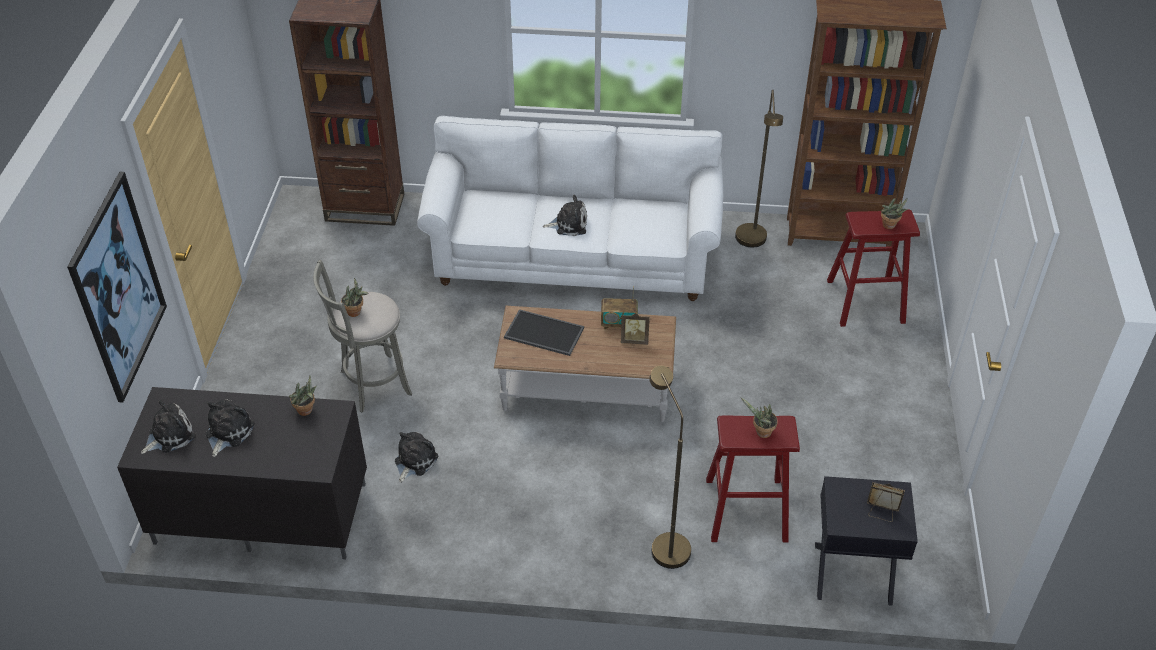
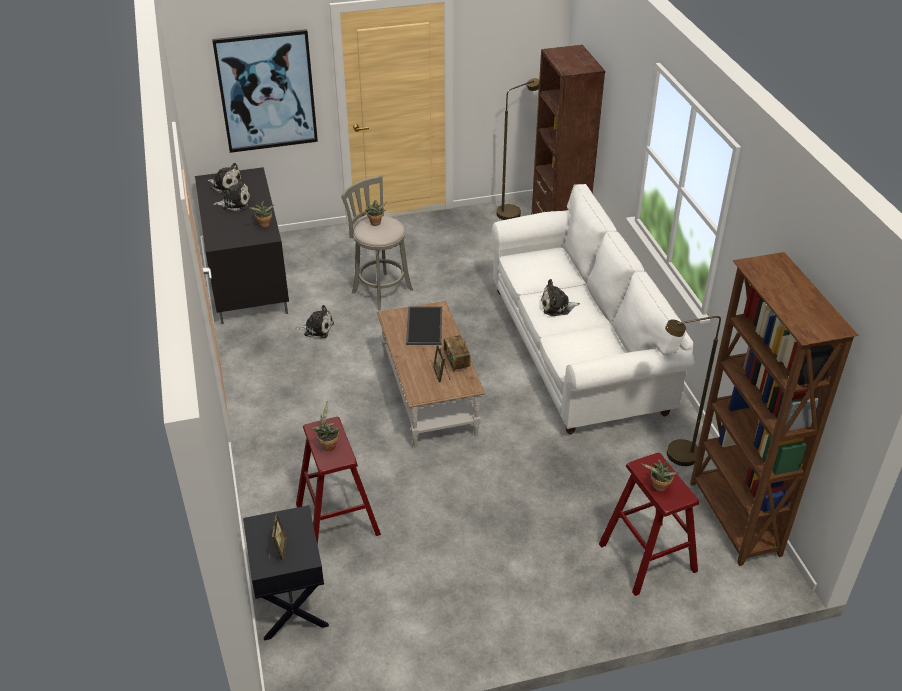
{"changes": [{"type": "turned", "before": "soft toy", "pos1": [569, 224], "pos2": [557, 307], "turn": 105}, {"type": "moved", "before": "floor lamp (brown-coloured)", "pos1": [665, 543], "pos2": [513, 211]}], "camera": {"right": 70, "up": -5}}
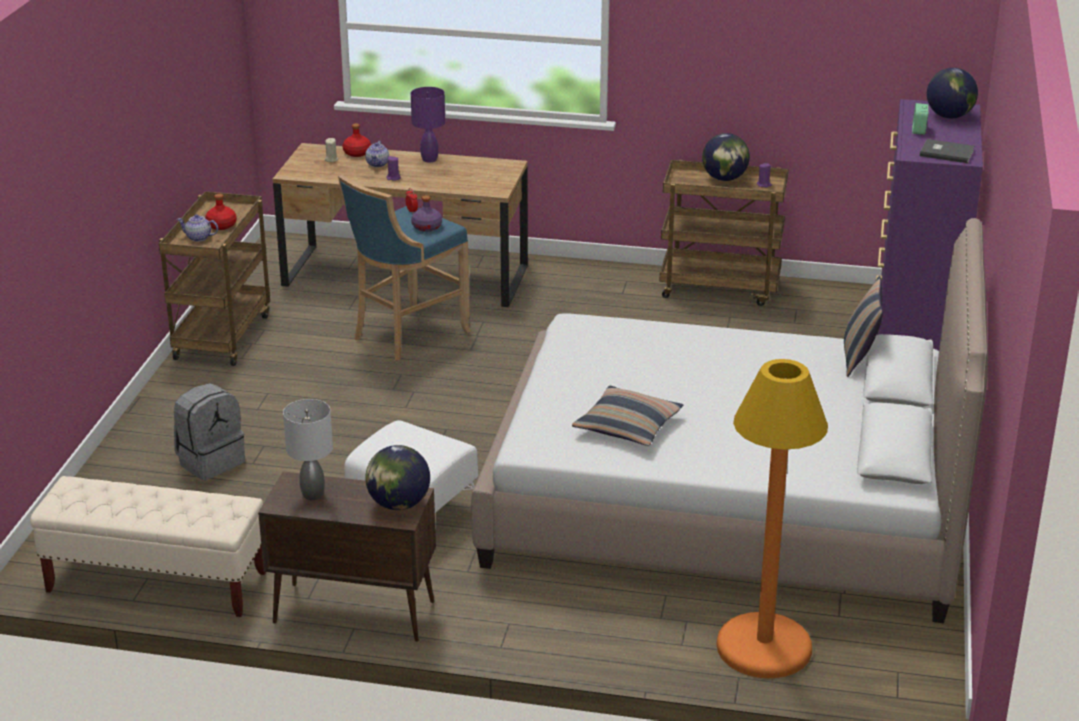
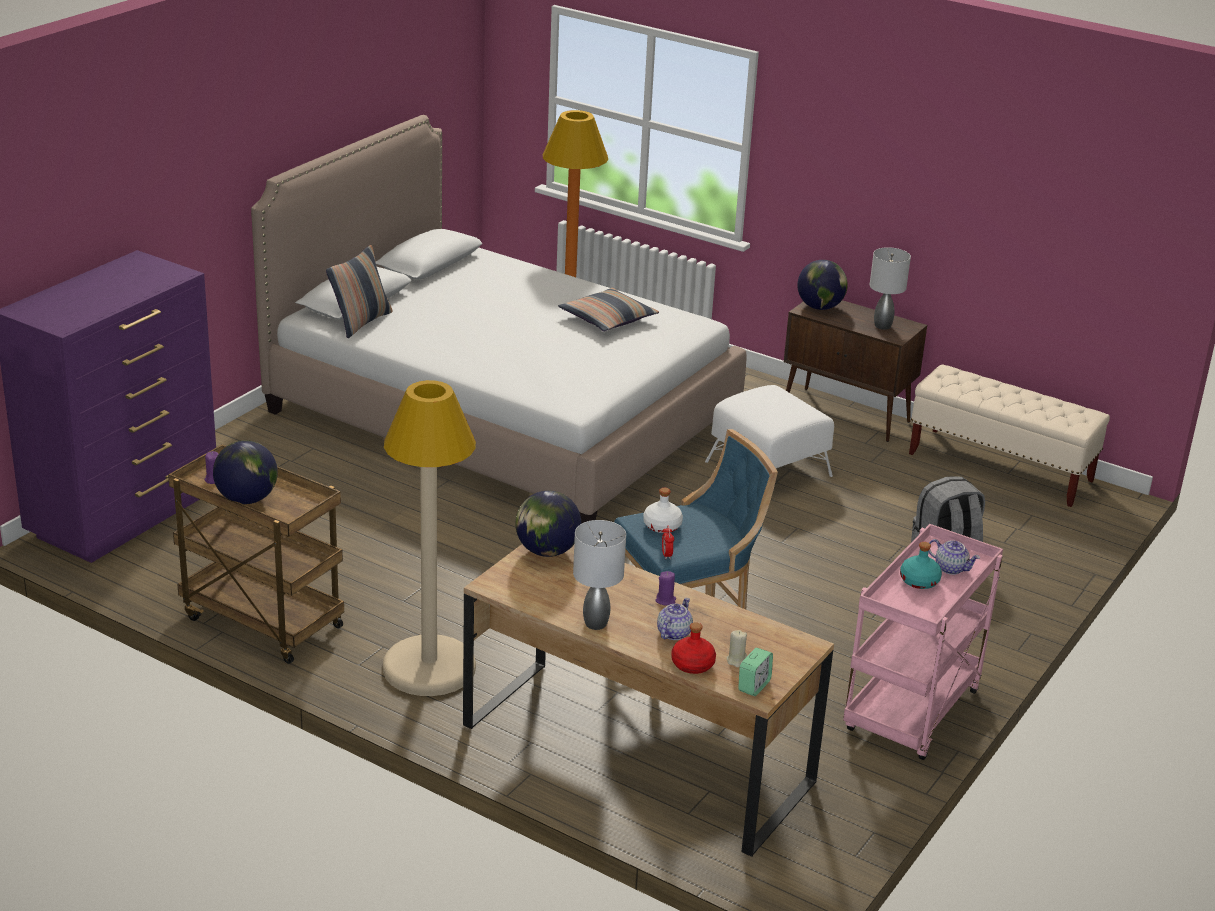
{"changes": [{"type": "moved", "before": "world globe", "pos1": [949, 116], "pos2": [547, 551]}, {"type": "recoloured", "before": "tabletop lamp (purple)", "after": "tabletop lamp (gray)", "pos1": [430, 159], "pos2": [595, 623]}, {"type": "moved", "before": "table clock", "pos1": [919, 130], "pos2": [754, 686]}, {"type": "removed", "before": "volume (gray)", "pos1": [946, 152]}, {"type": "recoloured", "before": "trolley (brown-coloured)", "after": "trolley (pink-coloured)", "pos1": [222, 335], "pos2": [912, 714]}, {"type": "recoloured", "before": "drink bottle (red-coloured)", "after": "drink bottle (turquoise-coloured)", "pos1": [221, 225], "pos2": [919, 581]}, {"type": "recoloured", "before": "drink bottle (purple)", "after": "drink bottle (whitish)", "pos1": [427, 227], "pos2": [662, 526]}, {"type": "added", "after": "floor lamp (beige)", "pos2": [429, 667]}], "camera": {"right": -160, "up": 0}}
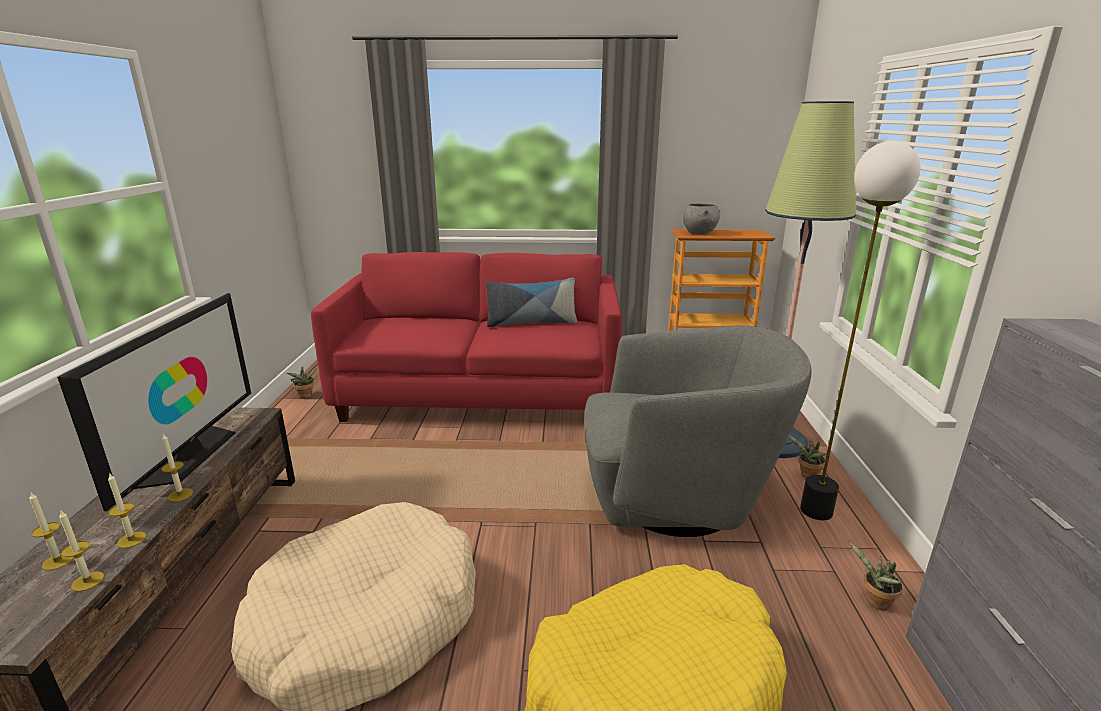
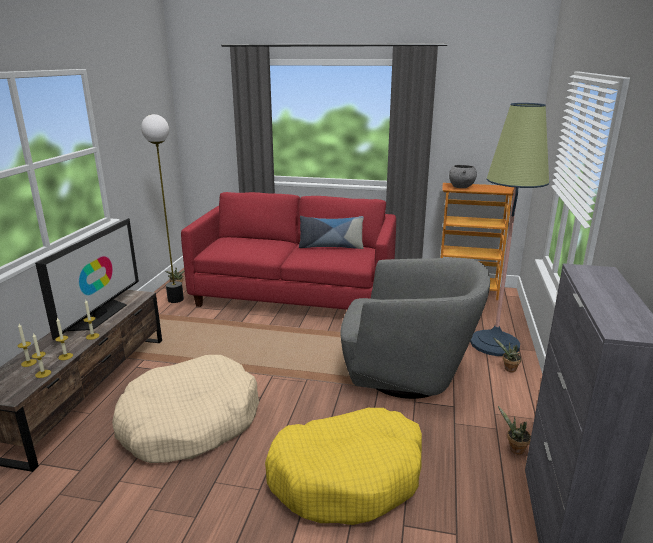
{"changes": [{"type": "moved", "before": "floor lamp", "pos1": [817, 511], "pos2": [175, 299]}], "camera": {"right": 10, "up": 0}}
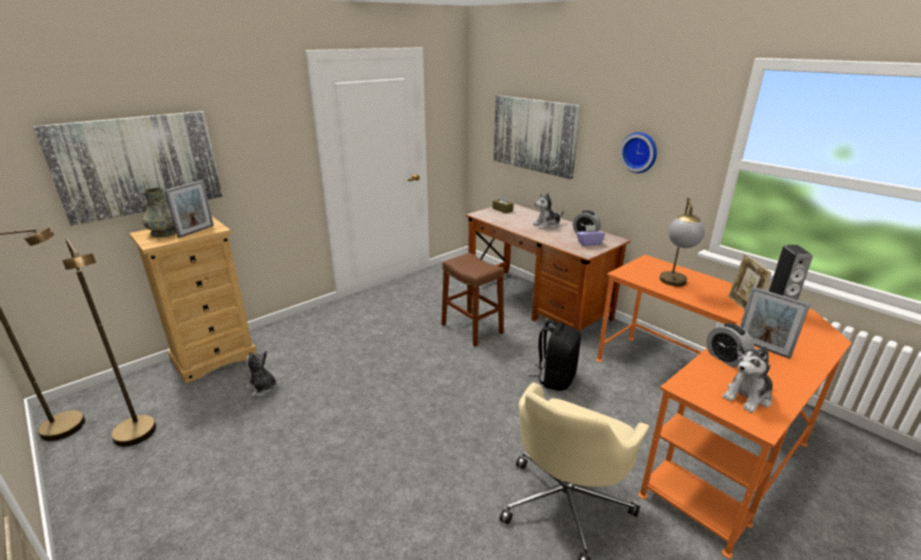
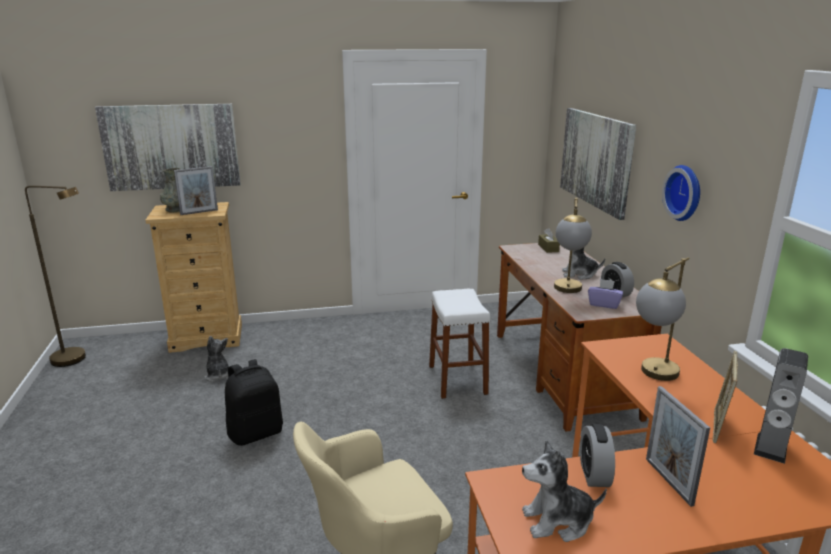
{"changes": [{"type": "removed", "before": "floor lamp (brown-coloured)", "pos1": [139, 437]}, {"type": "recoloured", "before": "sitting stool (brown-coloured)", "after": "sitting stool (whitish)", "pos1": [472, 328], "pos2": [457, 379]}, {"type": "moved", "before": "knapsack (blackish)", "pos1": [555, 378], "pos2": [256, 433]}, {"type": "added", "after": "tabletop lamp", "pos2": [568, 291]}], "camera": {"right": 30, "up": -5}}
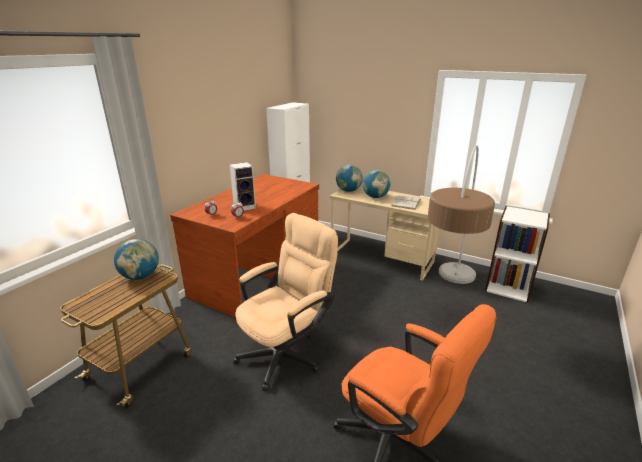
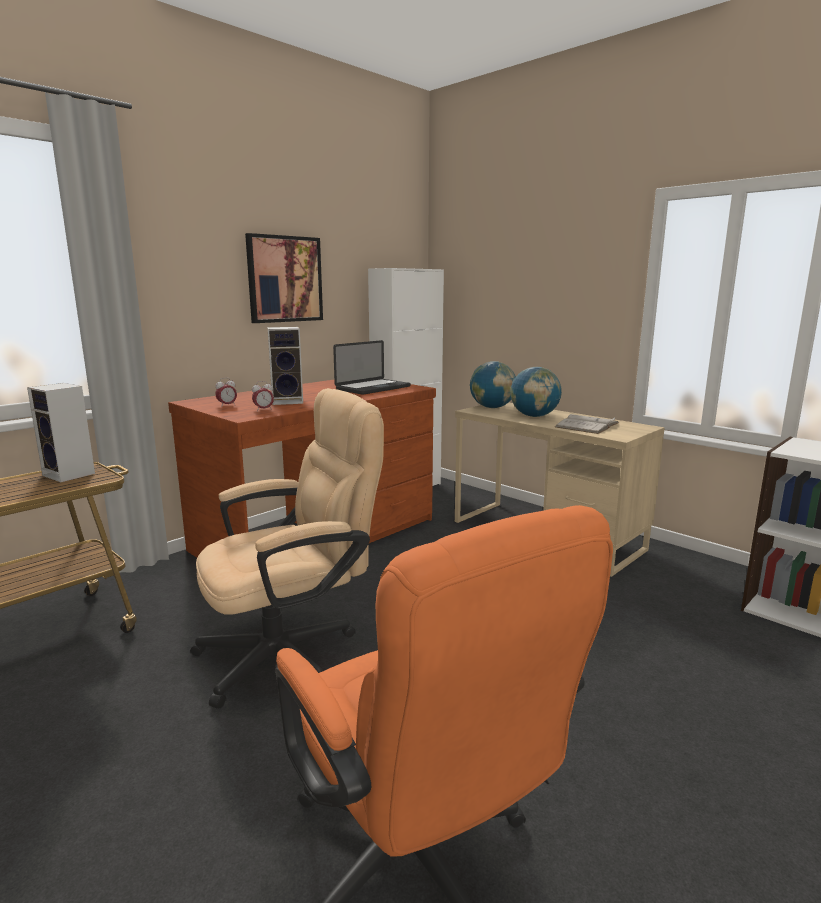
{"changes": [{"type": "removed", "before": "floor lamp", "pos1": [448, 300]}, {"type": "replaced", "before": "world globe", "after": "speaker", "pos1": [140, 276], "pos2": [70, 474]}, {"type": "added", "after": "picture", "pos2": [284, 279]}, {"type": "added", "after": "notebook computer", "pos2": [373, 388]}], "camera": {"right": 15, "up": -10}}
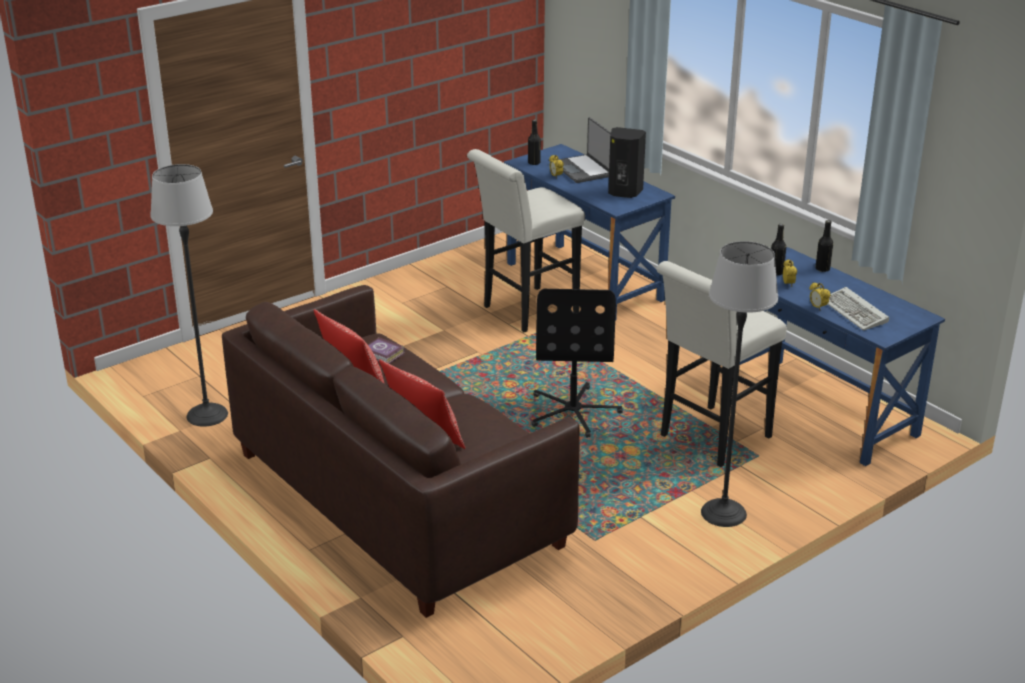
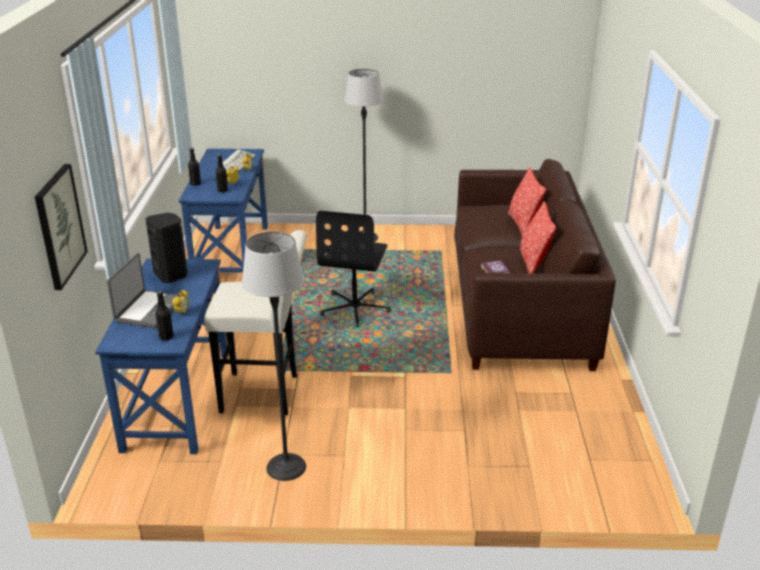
{"changes": [{"type": "moved", "before": "floor lamp", "pos1": [207, 415], "pos2": [286, 467]}, {"type": "removed", "before": "sitting stool (whitish)", "pos1": [710, 439]}, {"type": "turned", "before": "office chair (blackish)", "pos1": [574, 412], "pos2": [355, 308], "turn": 150}, {"type": "added", "after": "picture", "pos2": [59, 226]}], "camera": {"right": -140, "up": 0}}
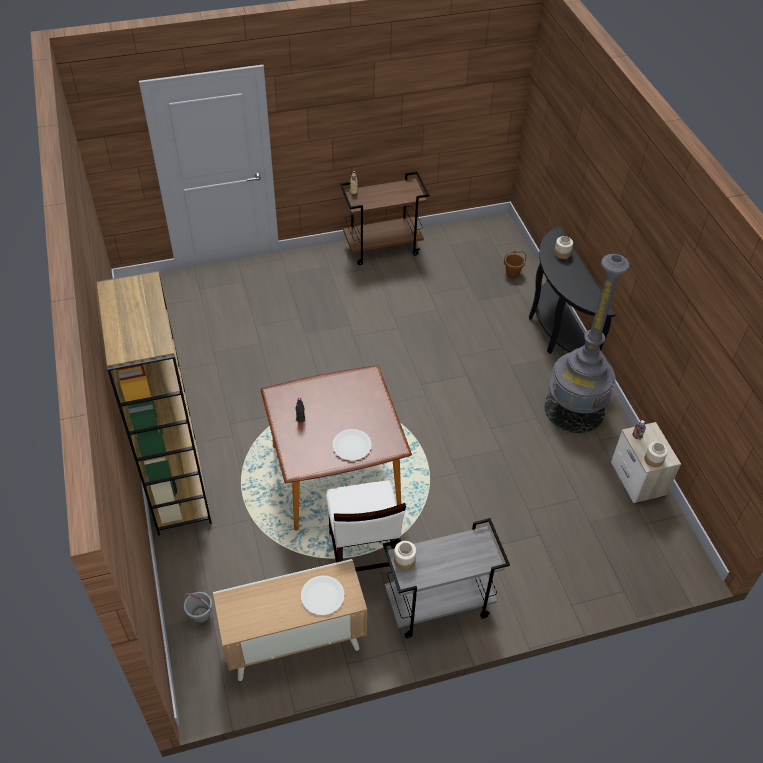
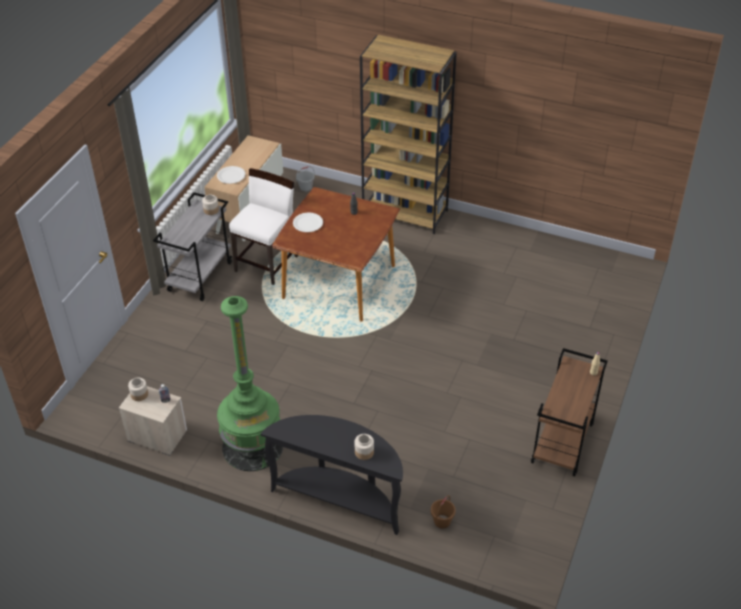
{"changes": [{"type": "recoloured", "before": "floor lamp (gray)", "after": "floor lamp (green-coloured)", "pos1": [574, 409], "pos2": [252, 446]}, {"type": "turned", "before": "plain chair (whitish)", "pos1": [363, 556], "pos2": [267, 263], "turn": 90}], "camera": {"right": 130, "up": -5}}
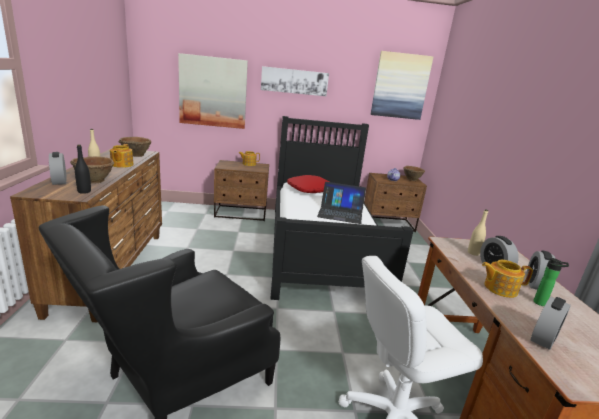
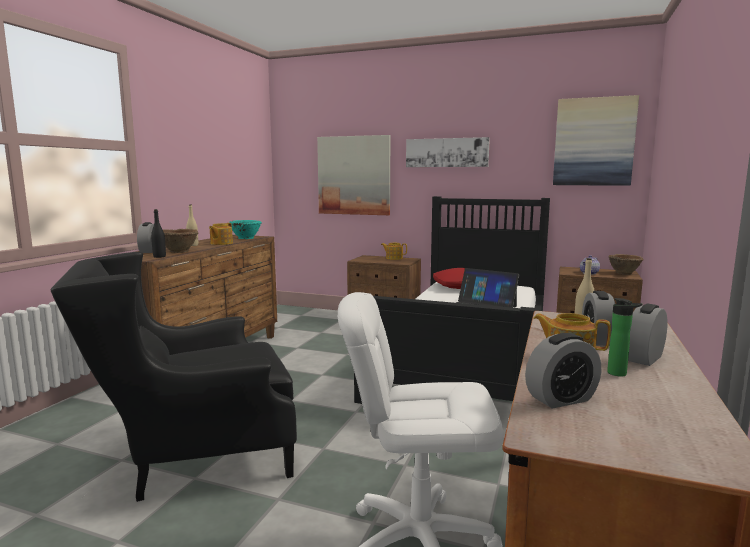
{"changes": [{"type": "recoloured", "before": "bowl (brown-coloured)", "after": "bowl (turquoise-coloured)", "pos1": [136, 155], "pos2": [245, 238]}], "camera": {"right": 25, "up": -10}}
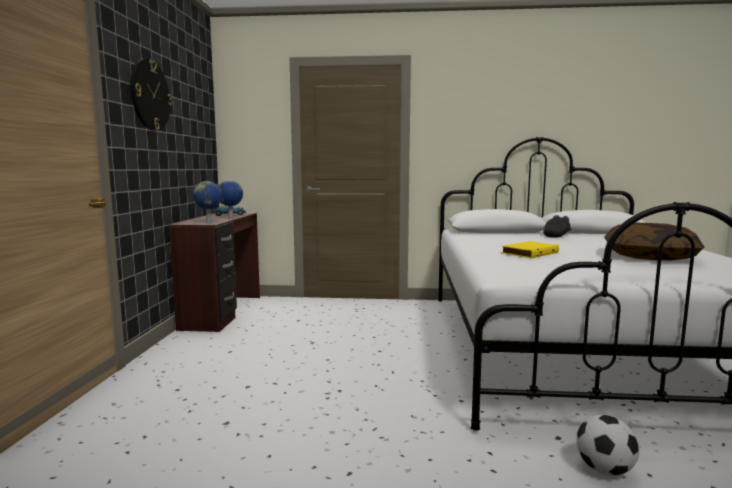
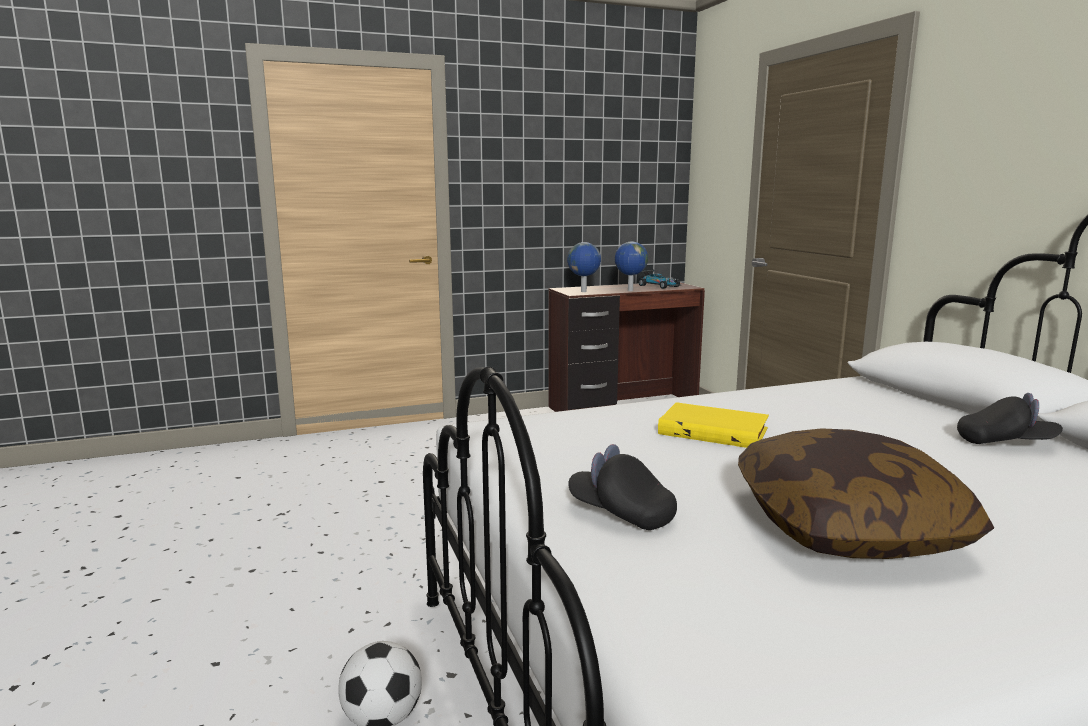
{"changes": [{"type": "removed", "before": "wall clock", "pos1": [150, 95]}, {"type": "added", "after": "baseball cap (blackish)", "pos2": [621, 513]}], "camera": {"right": 65, "up": 5}}
